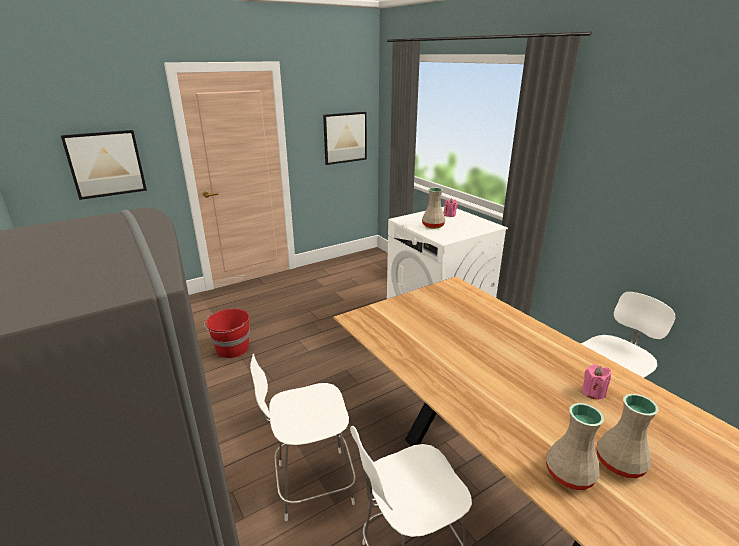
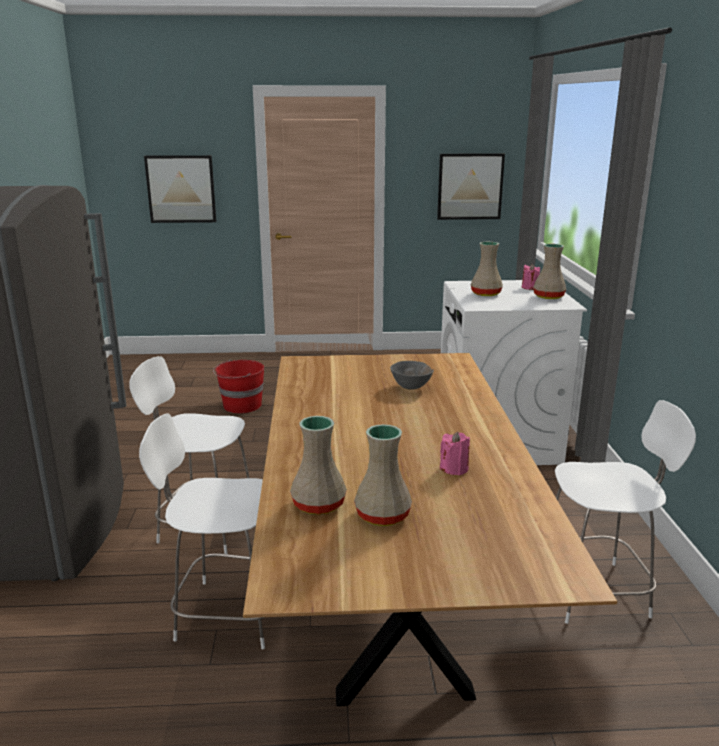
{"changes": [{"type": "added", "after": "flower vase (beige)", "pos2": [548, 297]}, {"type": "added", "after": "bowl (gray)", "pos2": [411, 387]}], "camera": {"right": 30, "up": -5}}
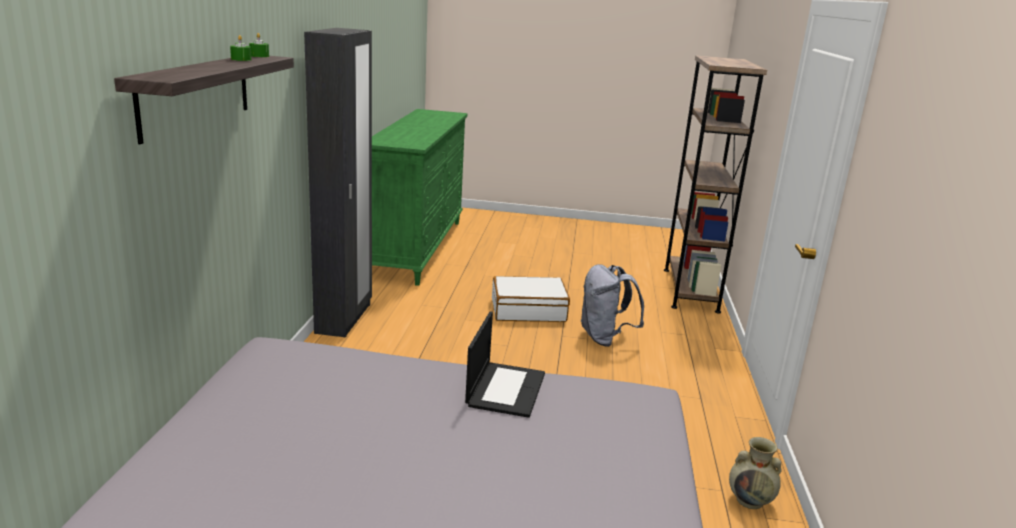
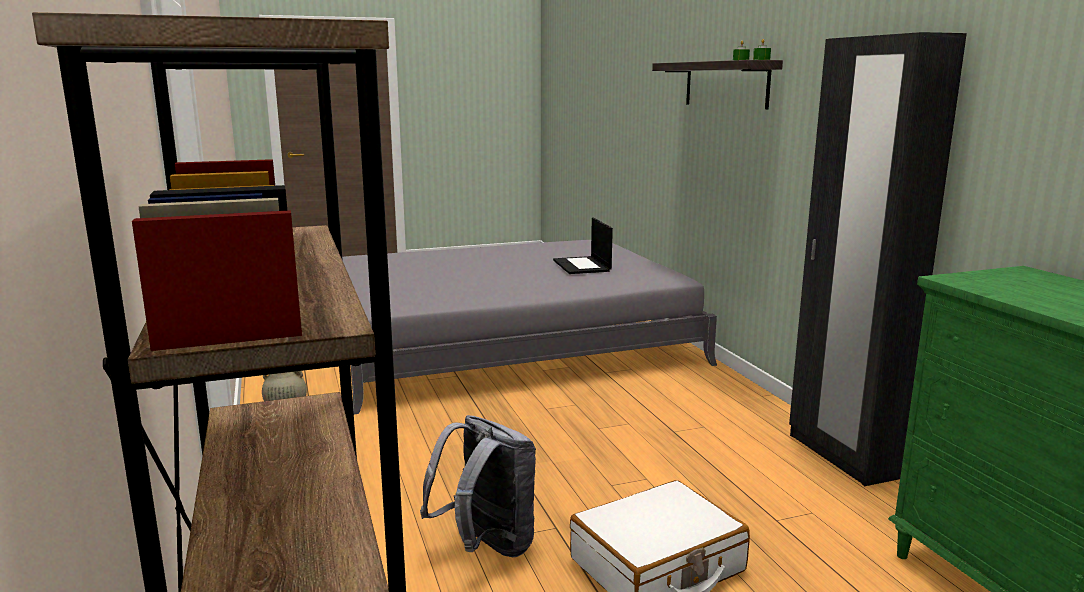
{"changes": [{"type": "moved", "before": "notebook computer", "pos1": [505, 389], "pos2": [582, 266]}], "camera": {"right": 155, "up": -5}}
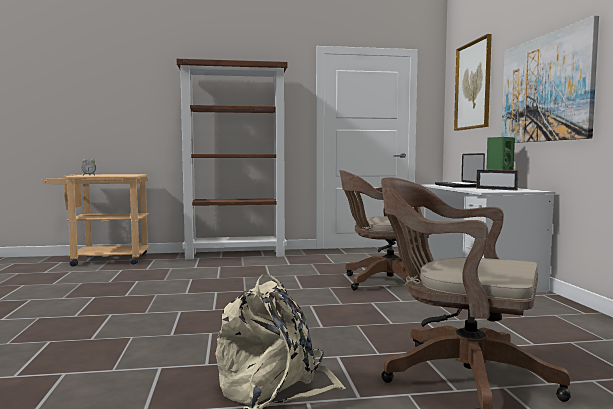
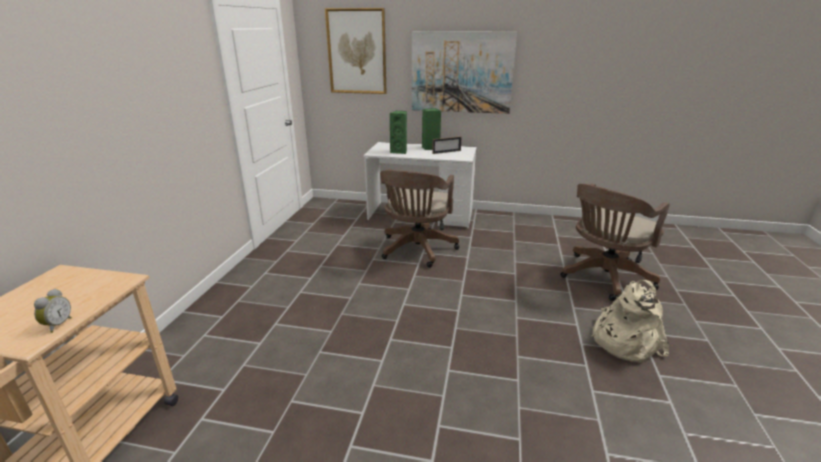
{"changes": [{"type": "removed", "before": "bookshelf (brown-coloured)", "pos1": [236, 254]}, {"type": "replaced", "before": "notebook computer", "after": "speaker (green-coloured)", "pos1": [458, 186], "pos2": [400, 151]}], "camera": {"right": -70, "up": 20}}
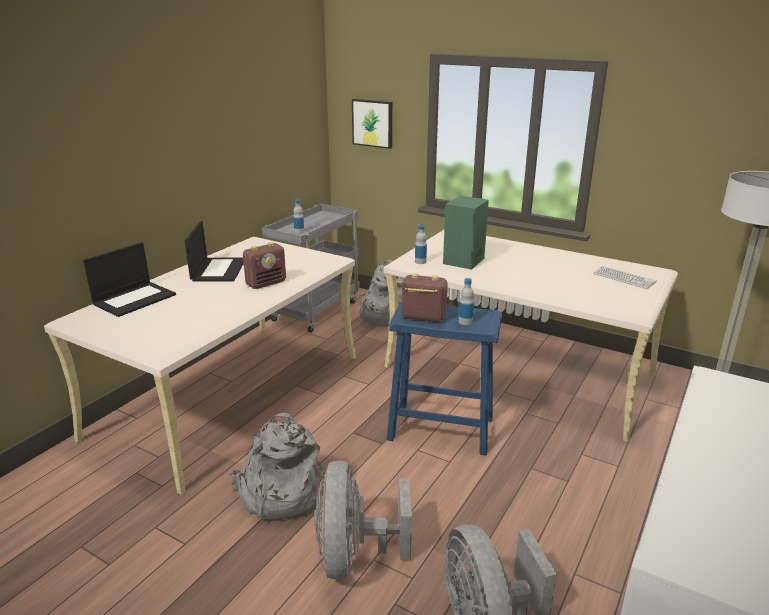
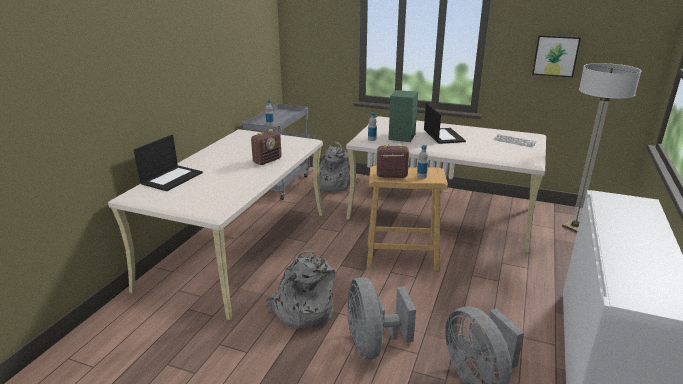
{"changes": [{"type": "moved", "before": "picture", "pos1": [373, 123], "pos2": [555, 55]}, {"type": "moved", "before": "notebook computer", "pos1": [218, 270], "pos2": [443, 136]}, {"type": "recoloured", "before": "sitting stool (blue)", "after": "sitting stool (beige)", "pos1": [440, 428], "pos2": [401, 256]}], "camera": {"right": -10, "up": 0}}
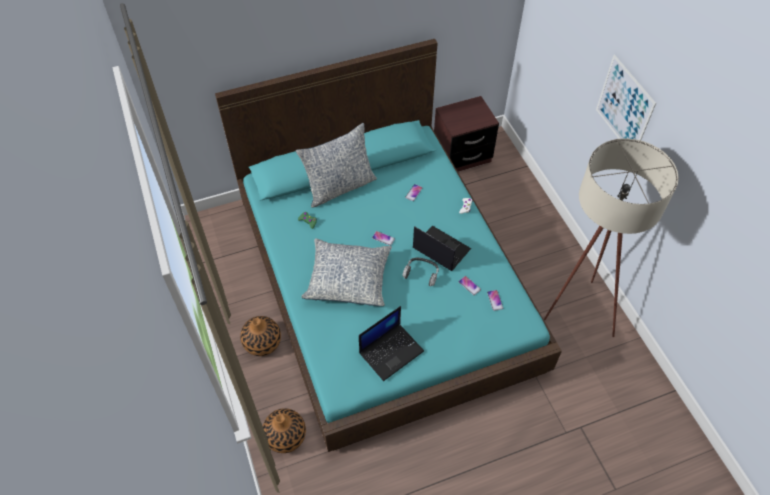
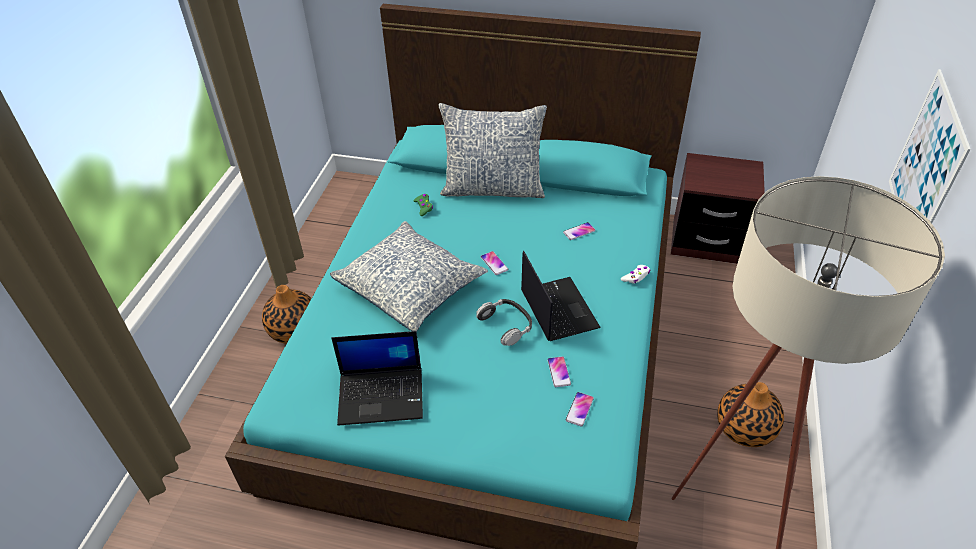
{"changes": [{"type": "moved", "before": "flower vase", "pos1": [285, 435], "pos2": [745, 427]}], "camera": {"right": 35, "up": -10}}
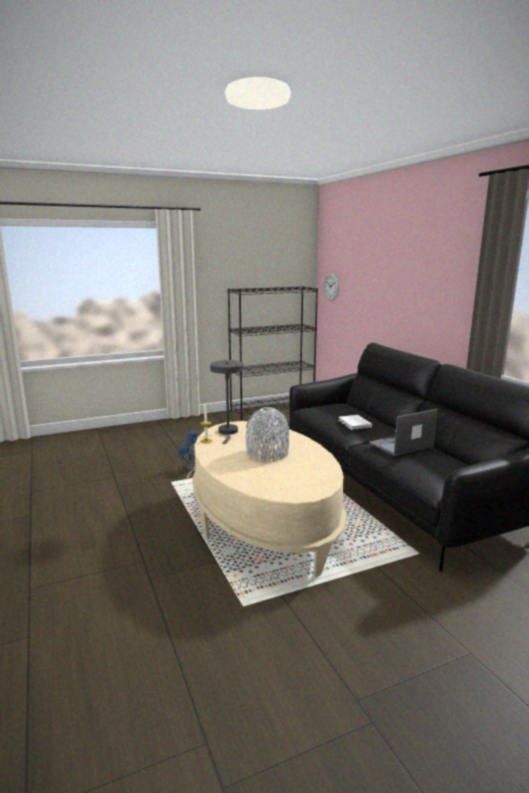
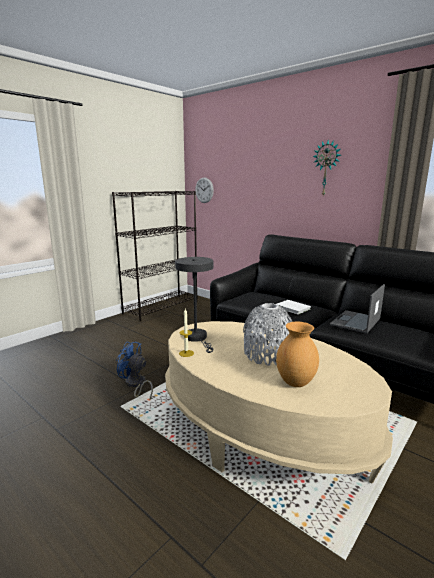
{"changes": [{"type": "added", "after": "wall clock", "pos2": [326, 168]}, {"type": "added", "after": "flower vase (brown-coloured)", "pos2": [296, 382]}], "camera": {"right": -25, "up": 0}}
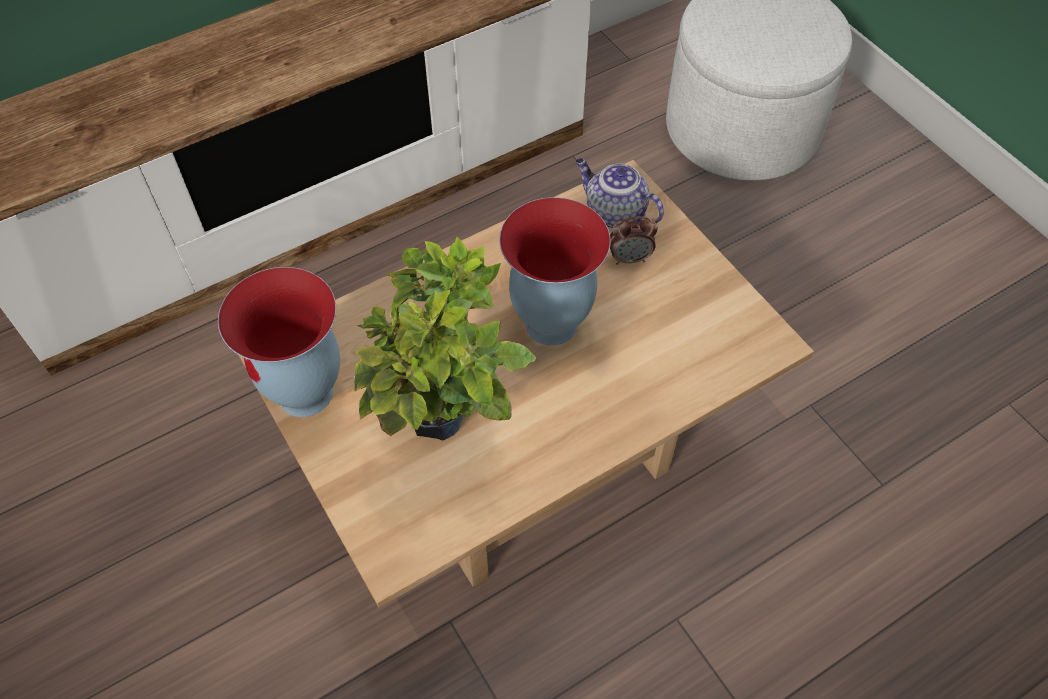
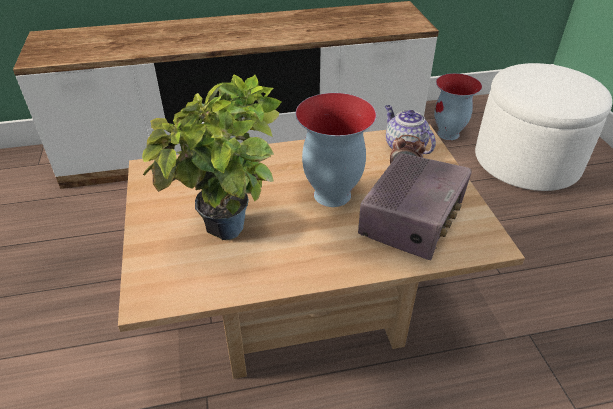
{"changes": [{"type": "moved", "before": "flower vase", "pos1": [307, 394], "pos2": [448, 134]}, {"type": "added", "after": "radio set", "pos2": [412, 220]}], "camera": {"right": 20, "up": -15}}
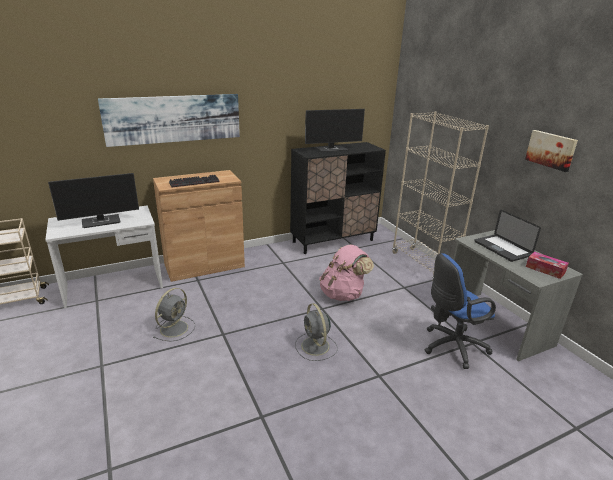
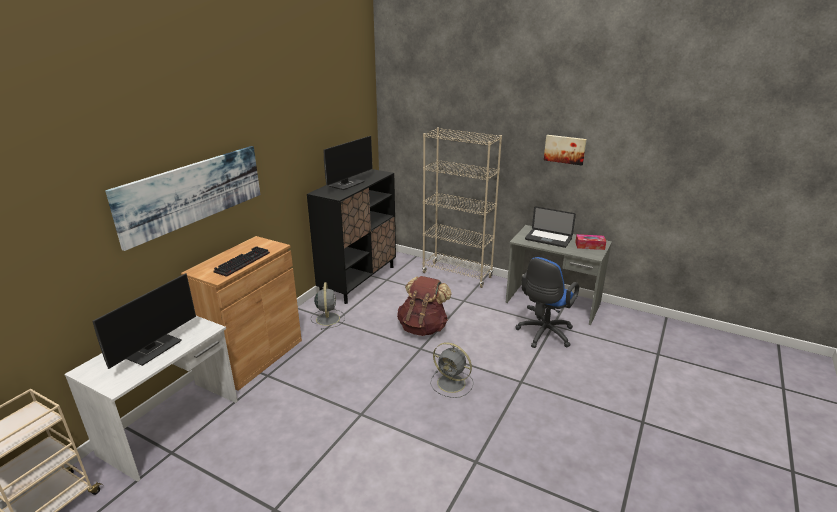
{"changes": [{"type": "recoloured", "before": "knapsack (pink-coloured)", "after": "knapsack (brown-coloured)", "pos1": [343, 294], "pos2": [423, 328]}, {"type": "moved", "before": "cooling fan (gray)", "pos1": [175, 328], "pos2": [328, 318]}], "camera": {"right": -35, "up": 0}}
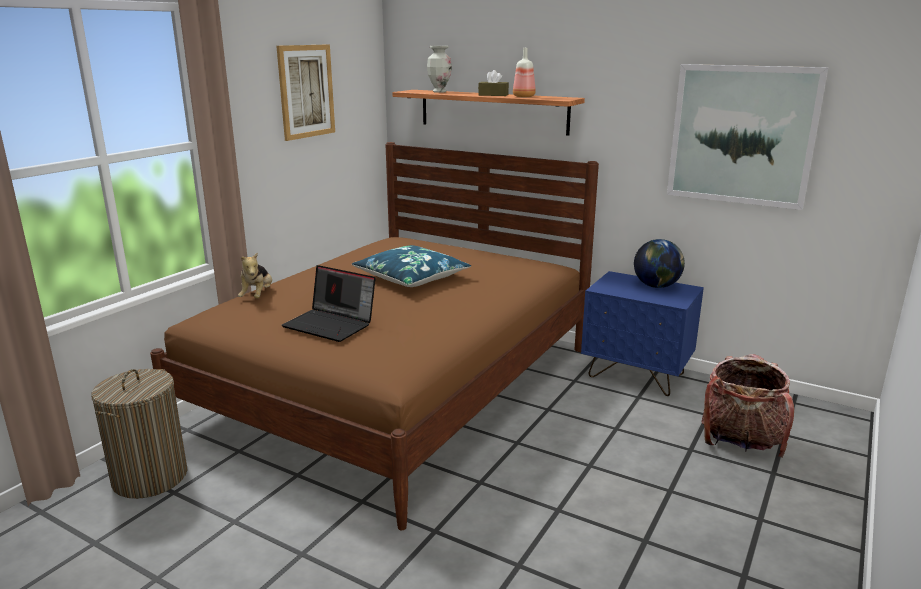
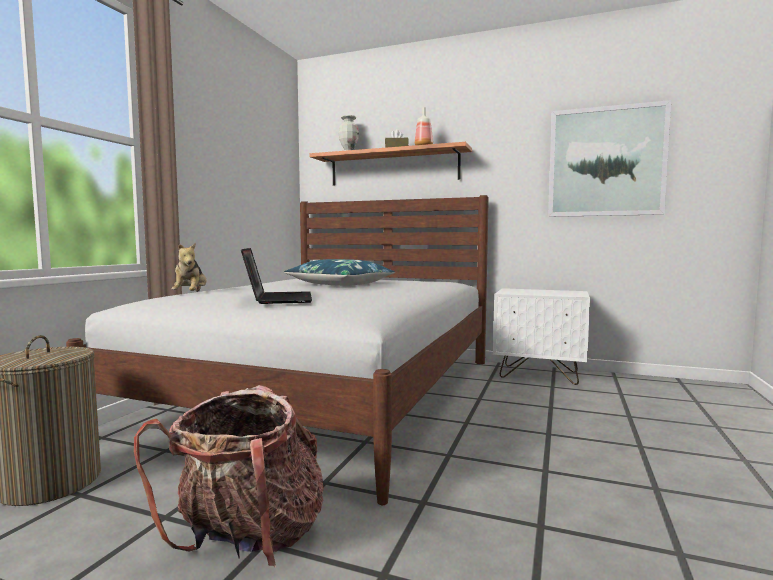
{"changes": [{"type": "removed", "before": "picture", "pos1": [306, 91]}, {"type": "recoloured", "before": "bedroom bed (brown-coloured)", "after": "bedroom bed (whitish)", "pos1": [398, 386], "pos2": [328, 392]}, {"type": "removed", "before": "world globe", "pos1": [656, 286]}, {"type": "turned", "before": "notebook computer", "pos1": [331, 324], "pos2": [278, 299], "turn": -120}, {"type": "recoloured", "before": "bedside table (blue)", "after": "bedside table (whitish)", "pos1": [636, 376], "pos2": [539, 375]}, {"type": "moved", "before": "knapsack", "pos1": [741, 442], "pos2": [249, 540]}], "camera": {"right": -10, "up": -15}}
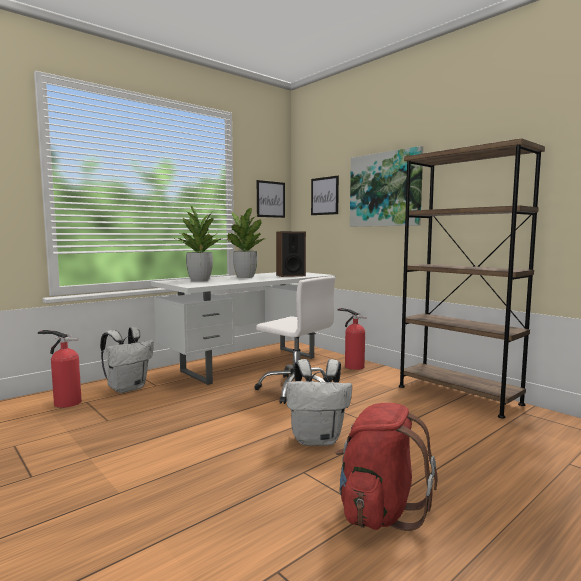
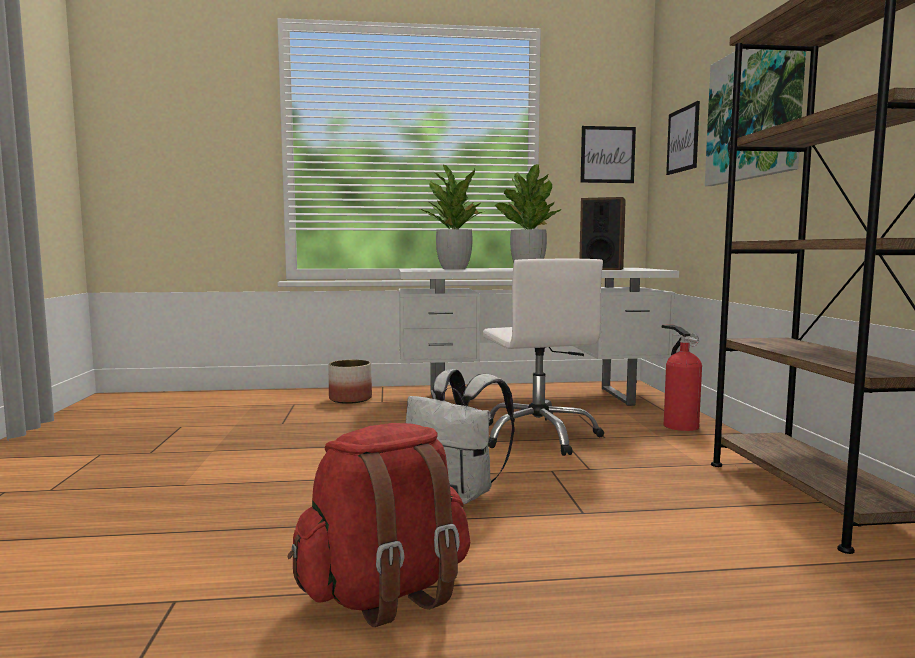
{"changes": [{"type": "replaced", "before": "knapsack (whitish)", "after": "flower pot", "pos1": [127, 388], "pos2": [350, 399]}, {"type": "removed", "before": "fire extinguisher", "pos1": [65, 402]}], "camera": {"right": 35, "up": 0}}
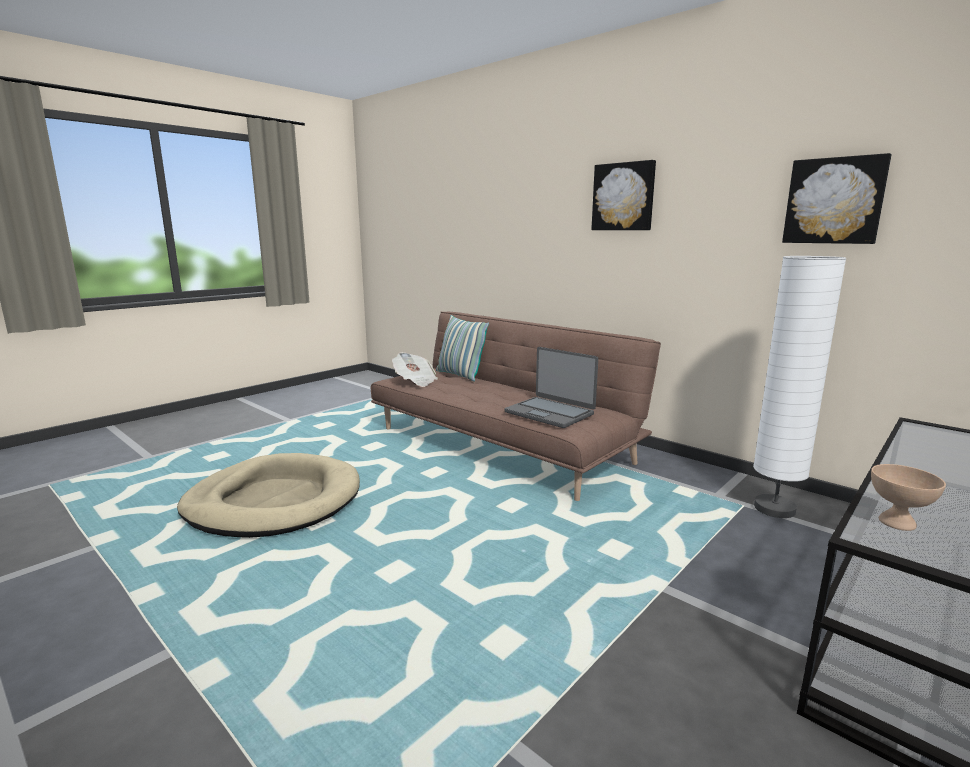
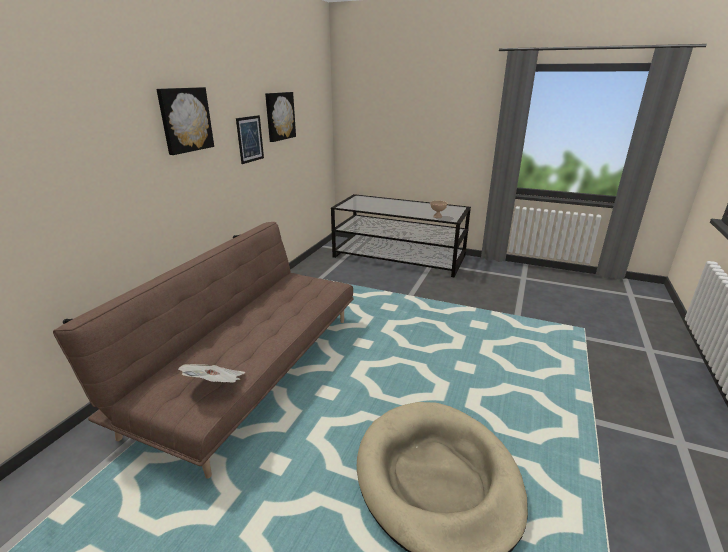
{"changes": [{"type": "removed", "before": "floor lamp (whitish)", "pos1": [774, 509]}, {"type": "removed", "before": "cushion", "pos1": [460, 375]}, {"type": "removed", "before": "notebook computer", "pos1": [550, 413]}, {"type": "added", "after": "picture", "pos2": [250, 139]}], "camera": {"right": -110, "up": 10}}
